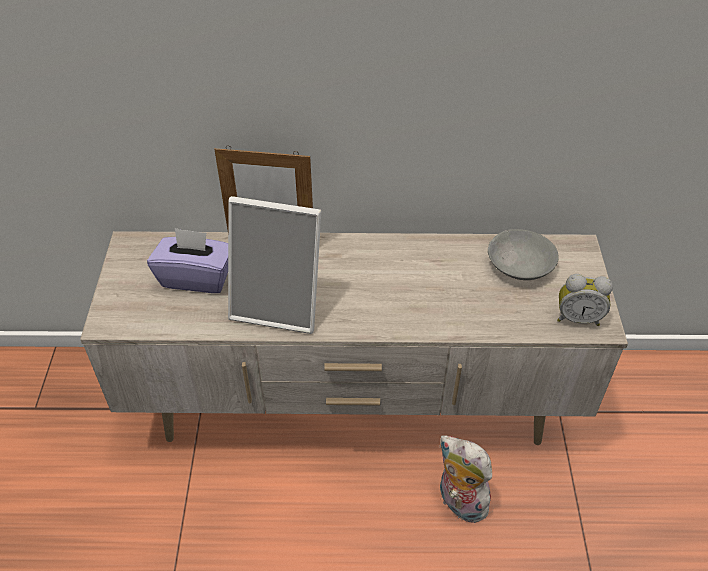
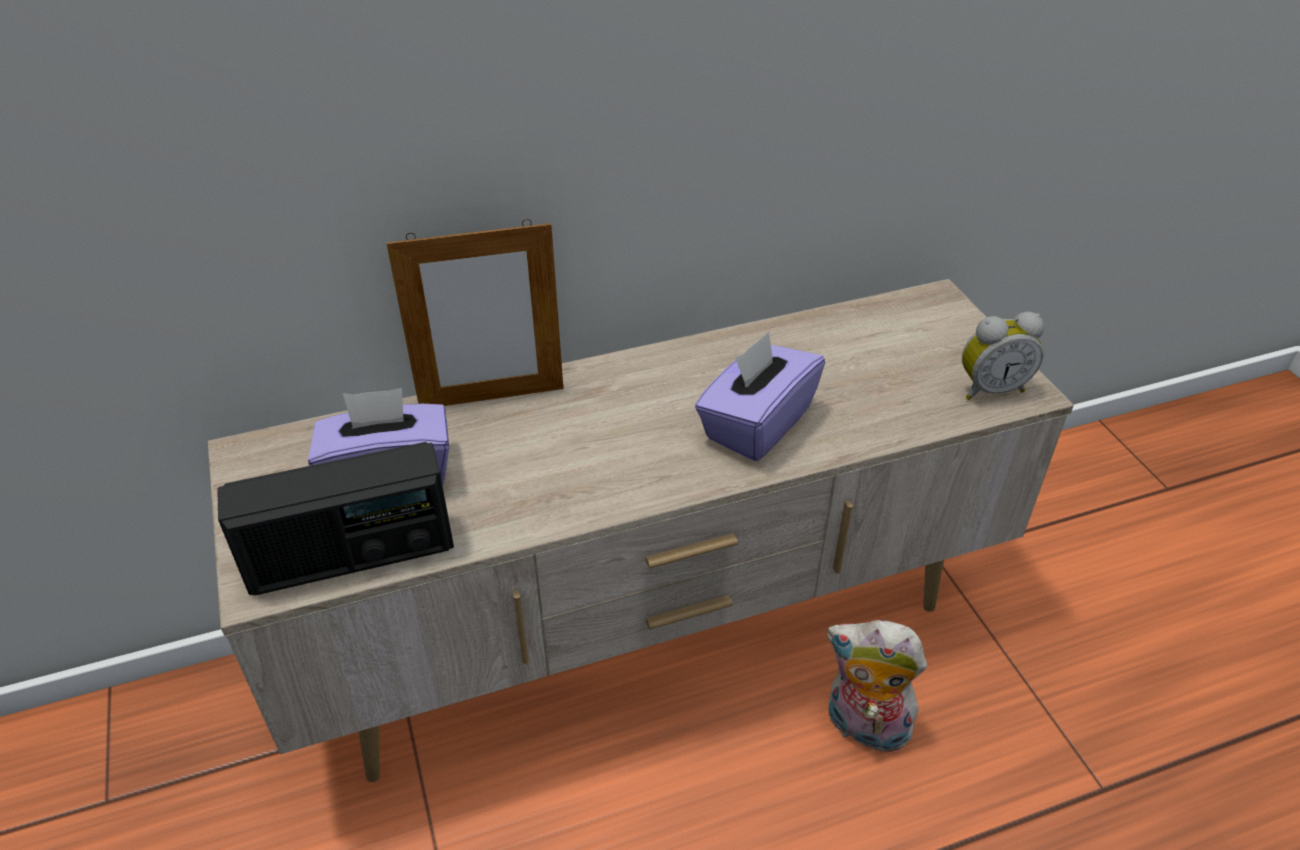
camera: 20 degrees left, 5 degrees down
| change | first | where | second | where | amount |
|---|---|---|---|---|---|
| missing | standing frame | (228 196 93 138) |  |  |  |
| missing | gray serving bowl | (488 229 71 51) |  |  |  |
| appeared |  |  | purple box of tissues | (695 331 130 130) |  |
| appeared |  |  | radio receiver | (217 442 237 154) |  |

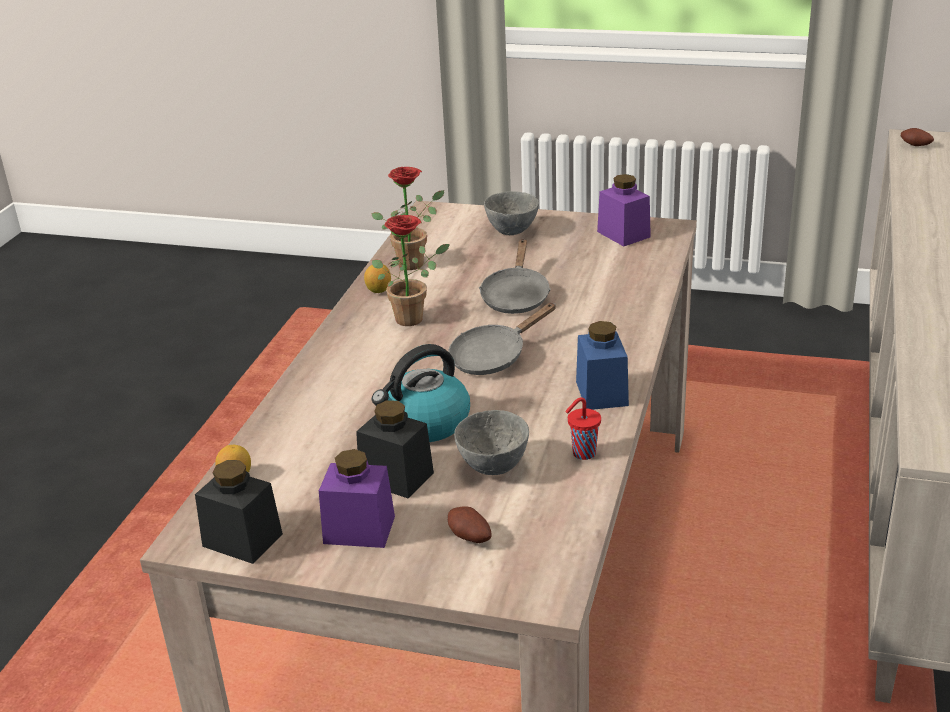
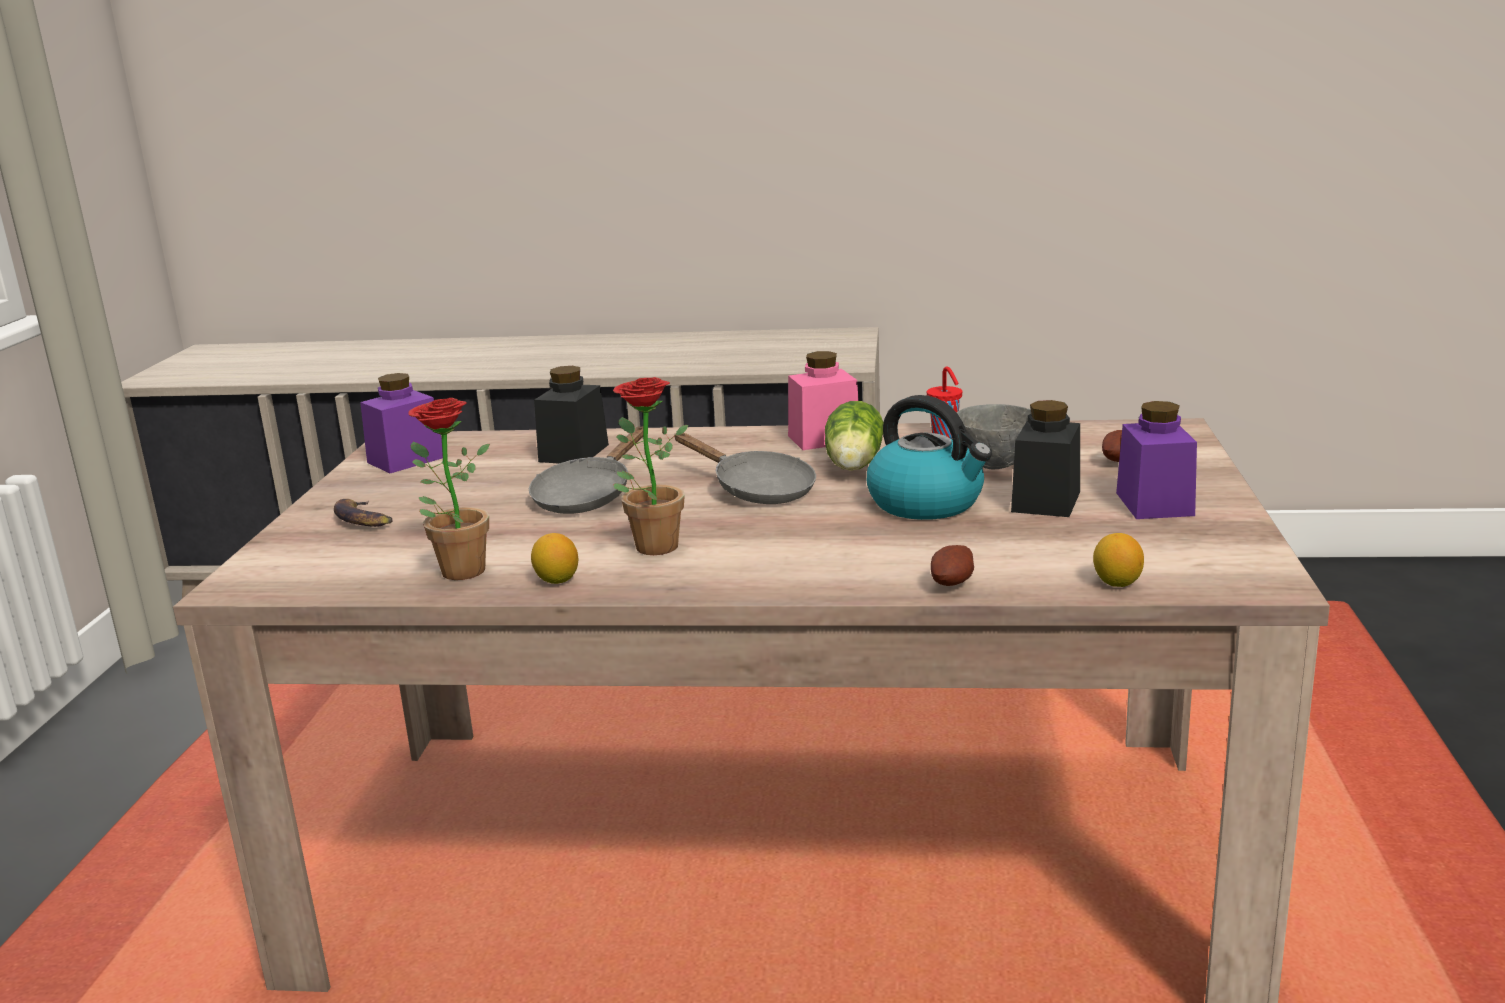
camera: 100 degrees left, 10 degrees down
| change | first | where | second | where | amount |
|---|---|---|---|---|---|
| relocated | whole potato | (901 128 33 18) |  | (931 545 43 41) |  |
| exchanged | gray serving bowl | (484 191 55 44) | banana | (334 499 59 28) |  |
| spun | gray pan | (479 239 72 75) |  | (529 426 114 88) | 120 degrees clockwise |
| colour | bluish jar | (576 321 53 89) | pink-coloured jar | (788 351 71 99) |  |
| relocated | blackish jar | (195 460 88 104) |  | (534 366 75 97) |  |
| appeared |  |  | head of lettuce | (825 401 59 70) |  |

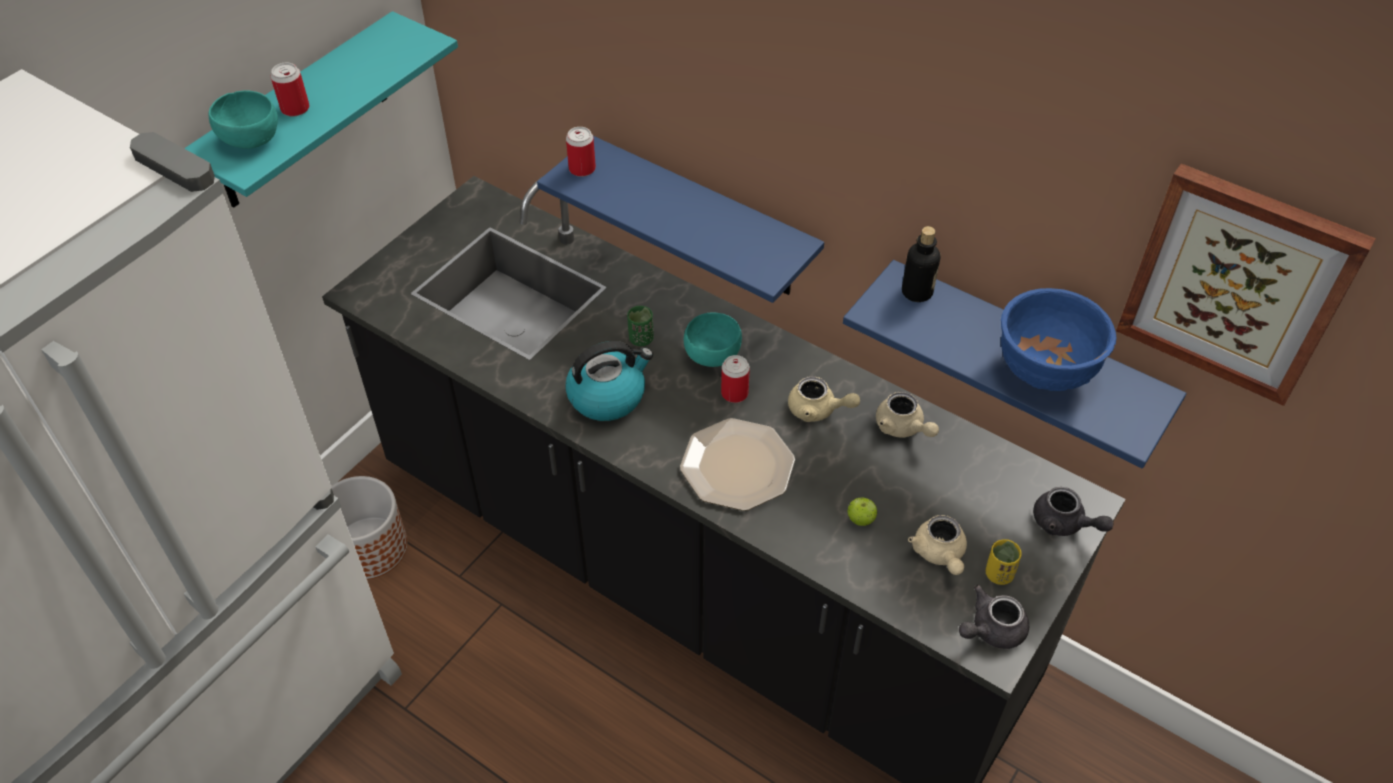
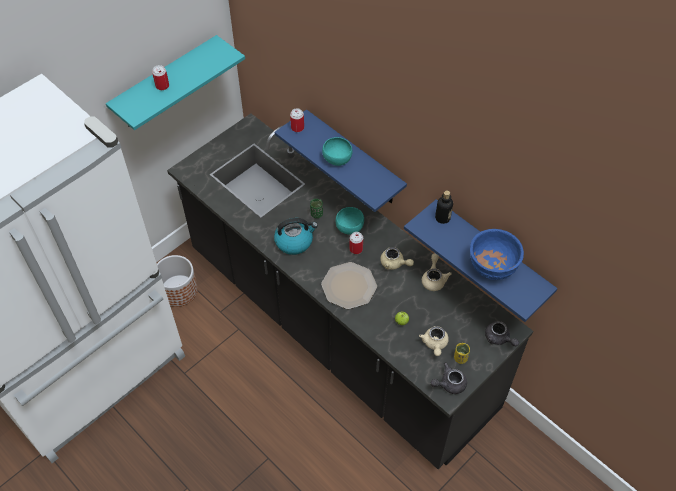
camera: 10 degrees right, 5 degrees up
| change | first | where | second | where | amount |
|---|---|---|---|---|---|
| relocated | blue-green serving bowl | (209 90 69 59) |  | (322 137 31 29) |  |
| missing | wall picture | (1116 164 260 242) |  |  |  |
| spun | sand-coloured teapot | (876 392 63 45) |  | (422 254 30 37) | 150 degrees counterclockwise |

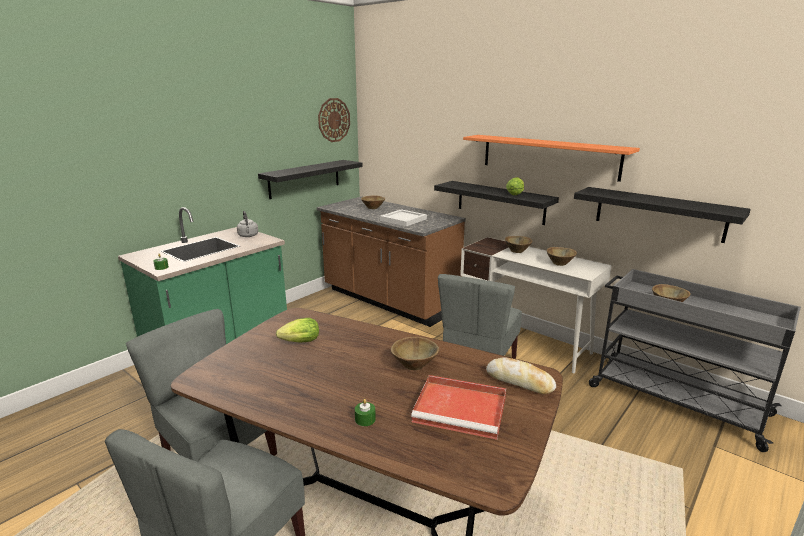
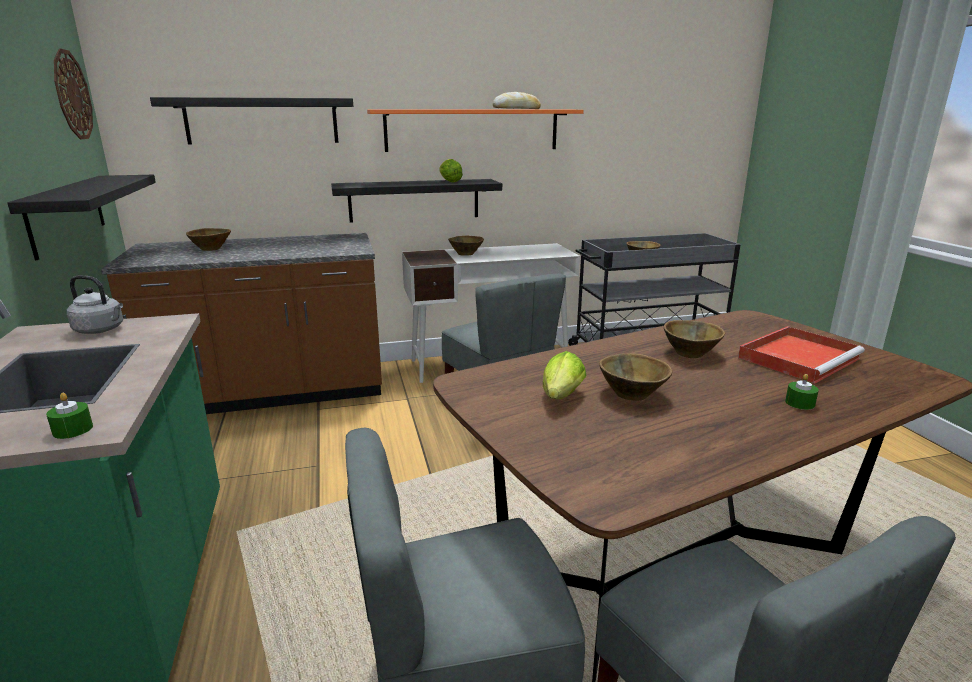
camera: 55 degrees left, 0 degrees up
| change | first | where | second | where | amount |
|---|---|---|---|---|---|
| relocated | blackish wall shelf | (574 187 177 56) |  | (150 97 203 47) |  |
| missing | white tray | (380 209 47 17) |  |  |  |
| relocated | brown serving bowl | (547 247 30 19) |  | (599 353 73 48) |  |
| relocated | baked bread | (486 357 70 37) |  | (493 92 48 17) |  |

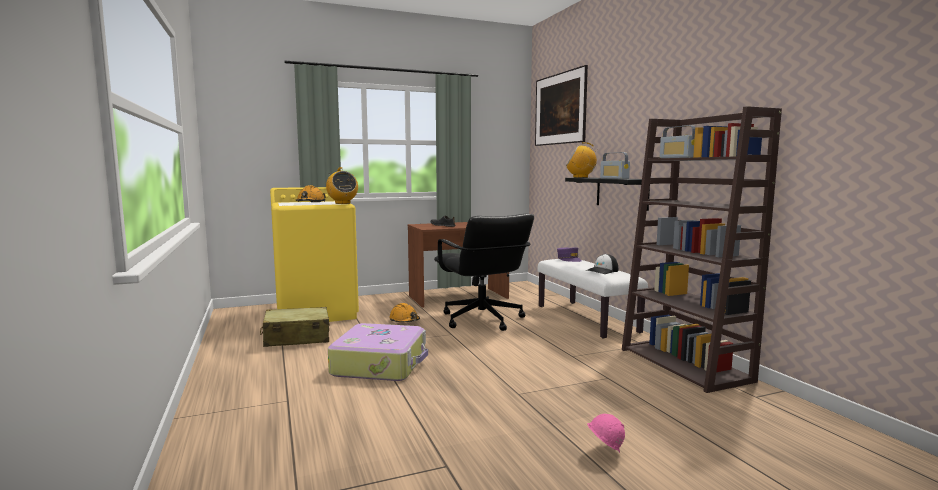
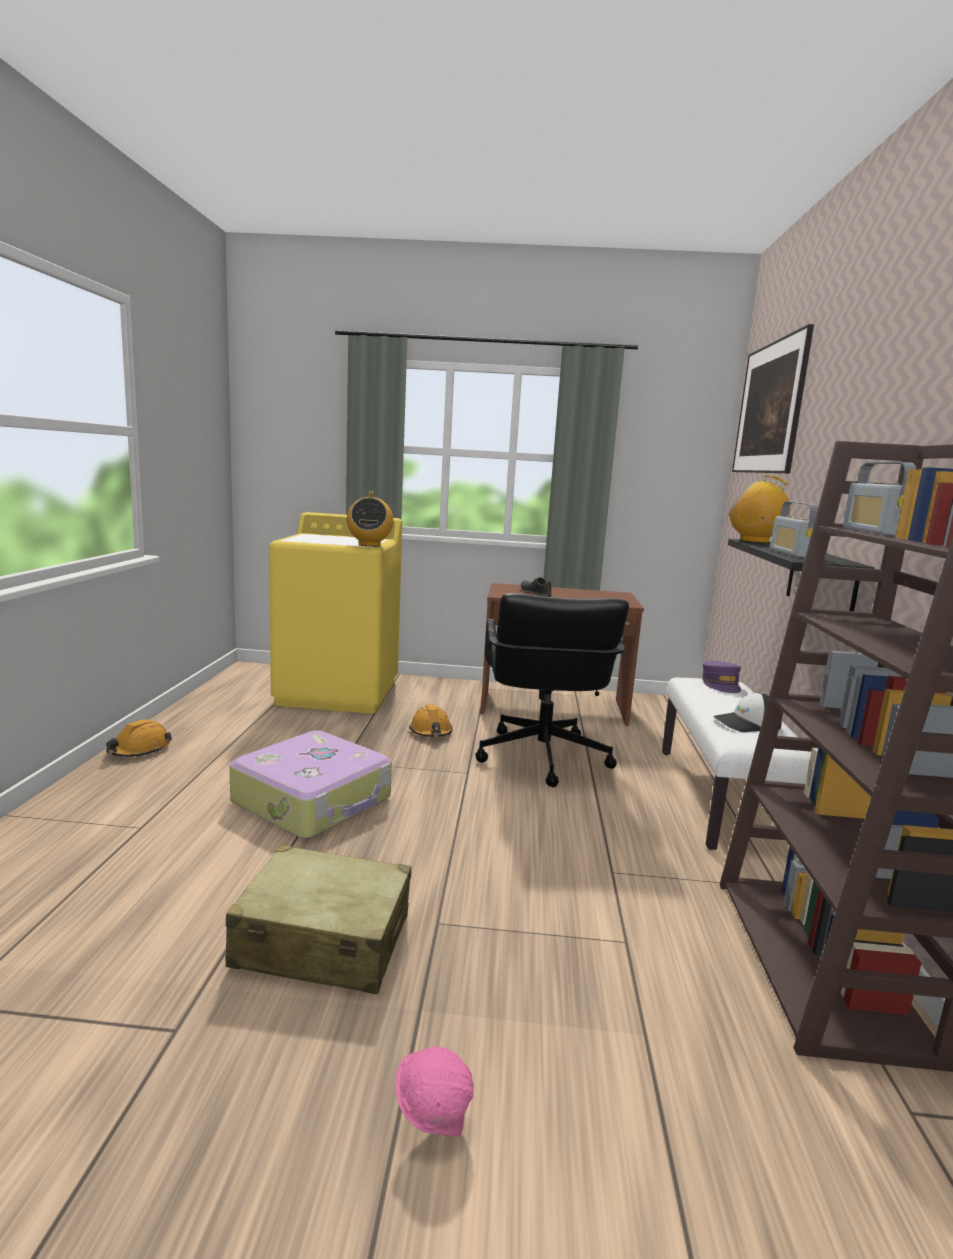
camera: 25 degrees right, 5 degrees up
| change | first | where | second | where | amount |
|---|---|---|---|---|---|
| relocated | orangey work helmet | (295 185 31 17) |  | (106 720 66 37) |  |
| relocated | sand-coloured travel case | (260 307 70 40) |  | (226 845 185 149) |  |

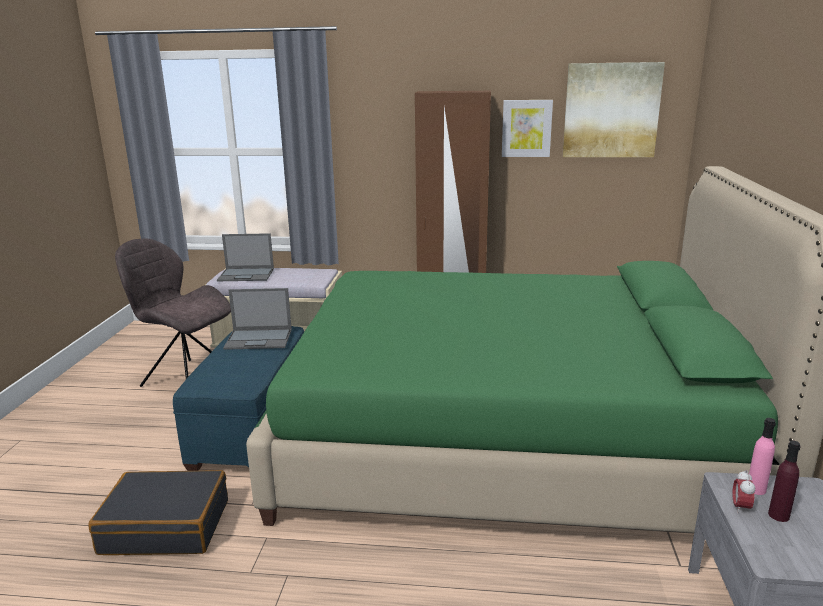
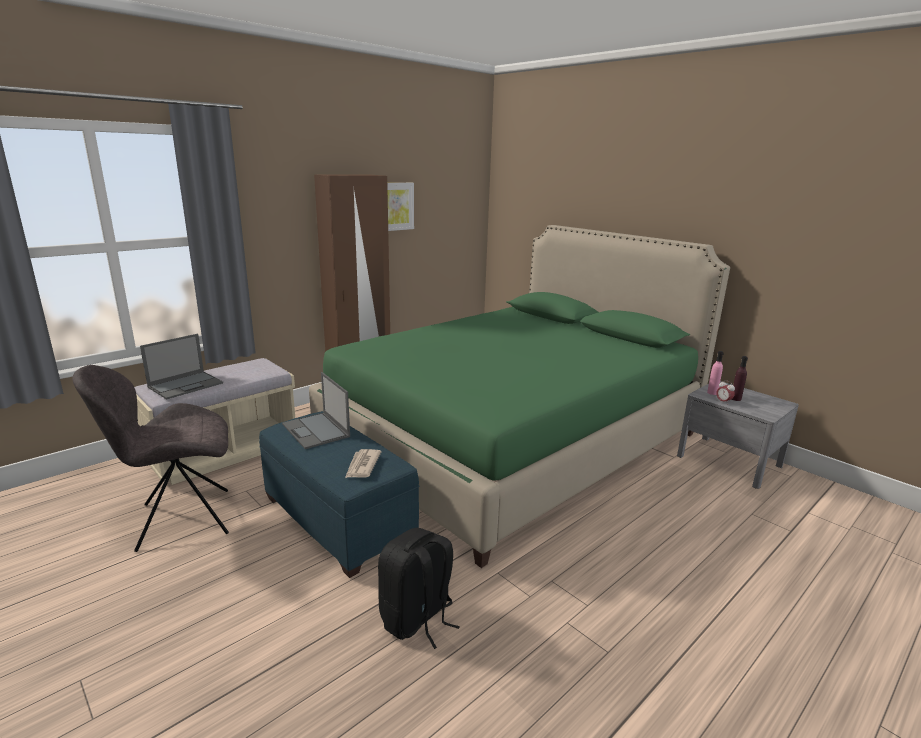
camera: 50 degrees left, 0 degrees up
| change | first | where | second | where | amount |
|---|---|---|---|---|---|
| missing | wall picture | (562 62 103 95) |  |  |  |
| spun | portable computer | (223 288 69 62) |  | (282 372 68 77) | 105 degrees clockwise |
| exchanged | blackish travel case | (88 470 140 85) | blackish rucksack | (378 528 82 121) |  |
| appeared |  |  | daily paper | (345 449 37 29) |  |

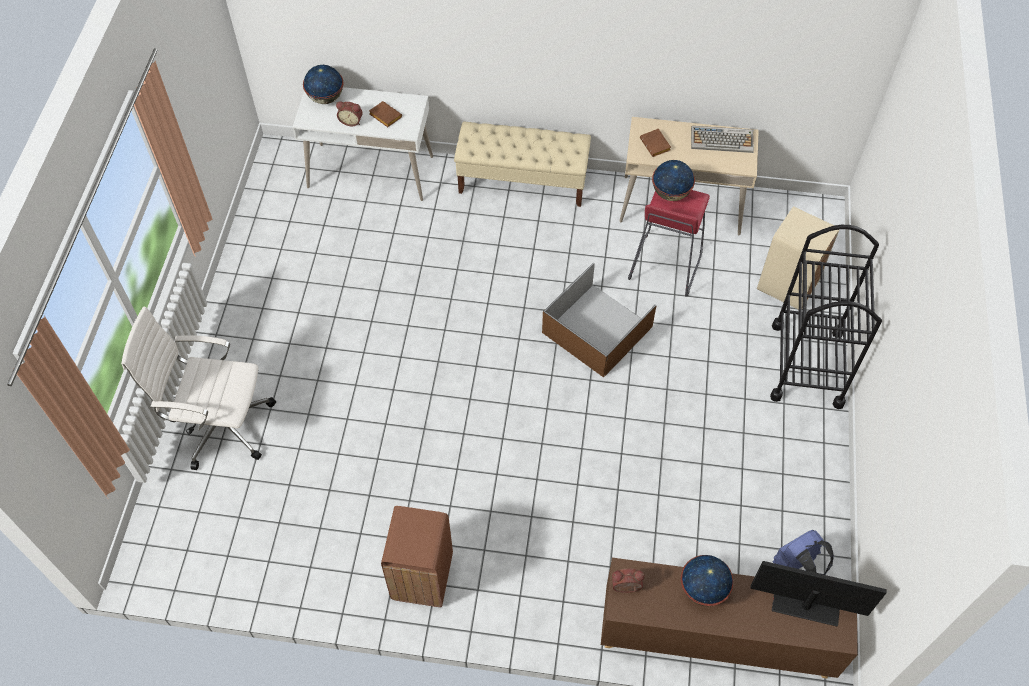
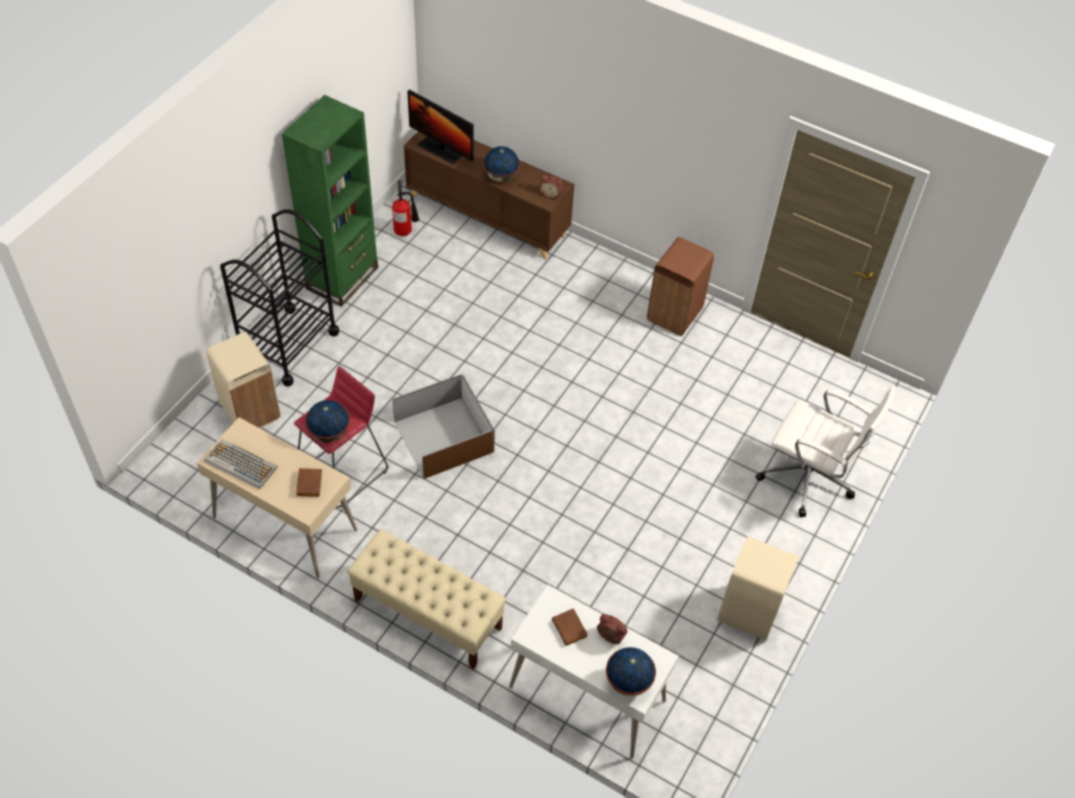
camera: 160 degrees left, 5 degrees down
| change | first | where | second | where | amount |
|---|---|---|---|---|---|
| exchanged | bluish rucksack | (773 530 61 45) | fire-fighting cylinder | (392 180 27 56) |  |
| appeared |  |  | greenish bookcase | (282 95 96 212) |  |
| appeared |  |  | sand-coloured waste bin | (717 536 82 105) |  |

